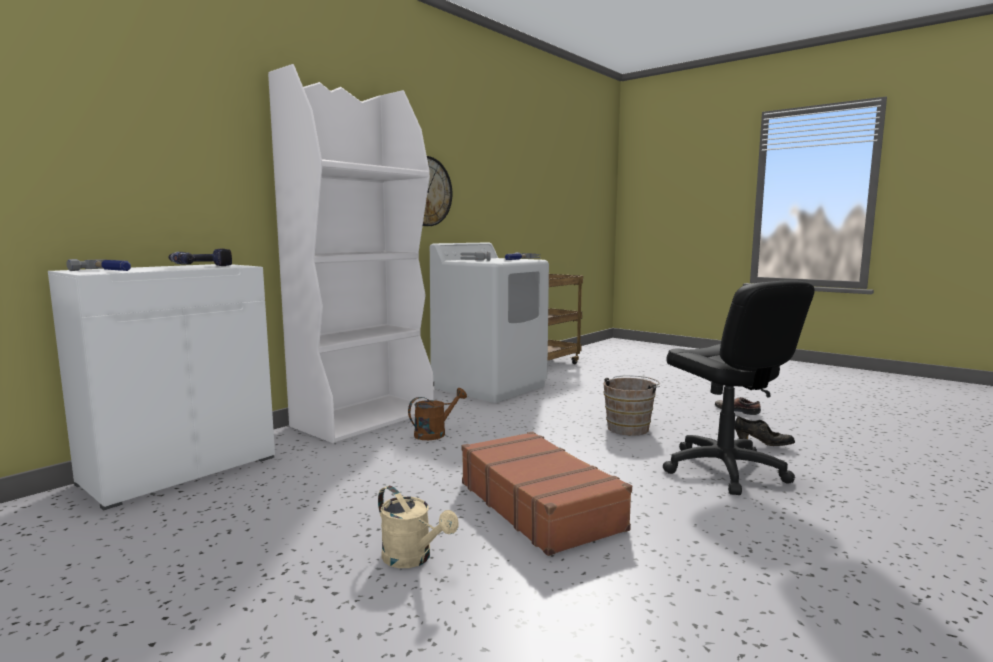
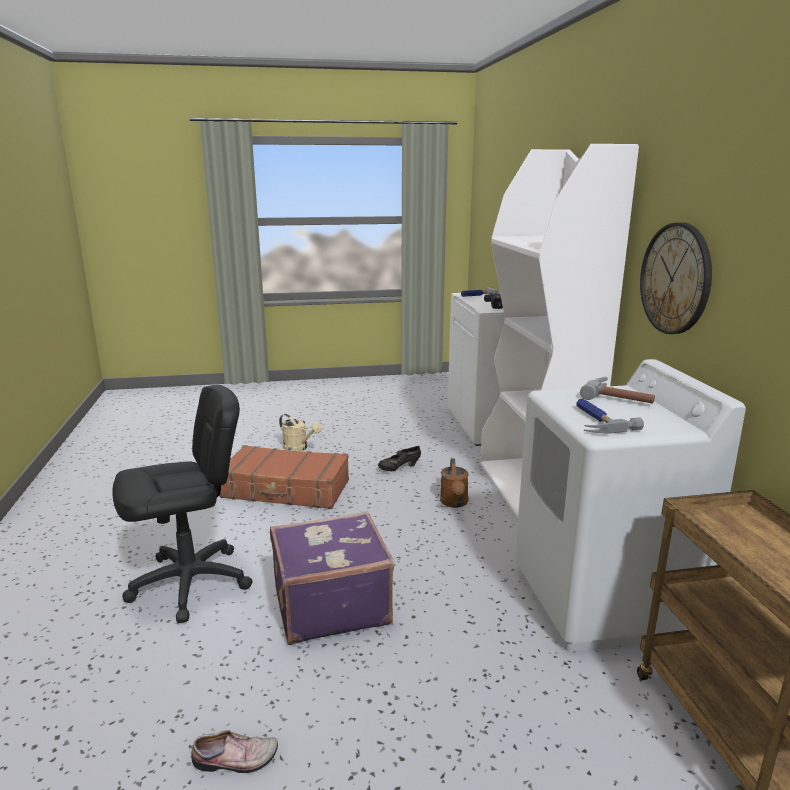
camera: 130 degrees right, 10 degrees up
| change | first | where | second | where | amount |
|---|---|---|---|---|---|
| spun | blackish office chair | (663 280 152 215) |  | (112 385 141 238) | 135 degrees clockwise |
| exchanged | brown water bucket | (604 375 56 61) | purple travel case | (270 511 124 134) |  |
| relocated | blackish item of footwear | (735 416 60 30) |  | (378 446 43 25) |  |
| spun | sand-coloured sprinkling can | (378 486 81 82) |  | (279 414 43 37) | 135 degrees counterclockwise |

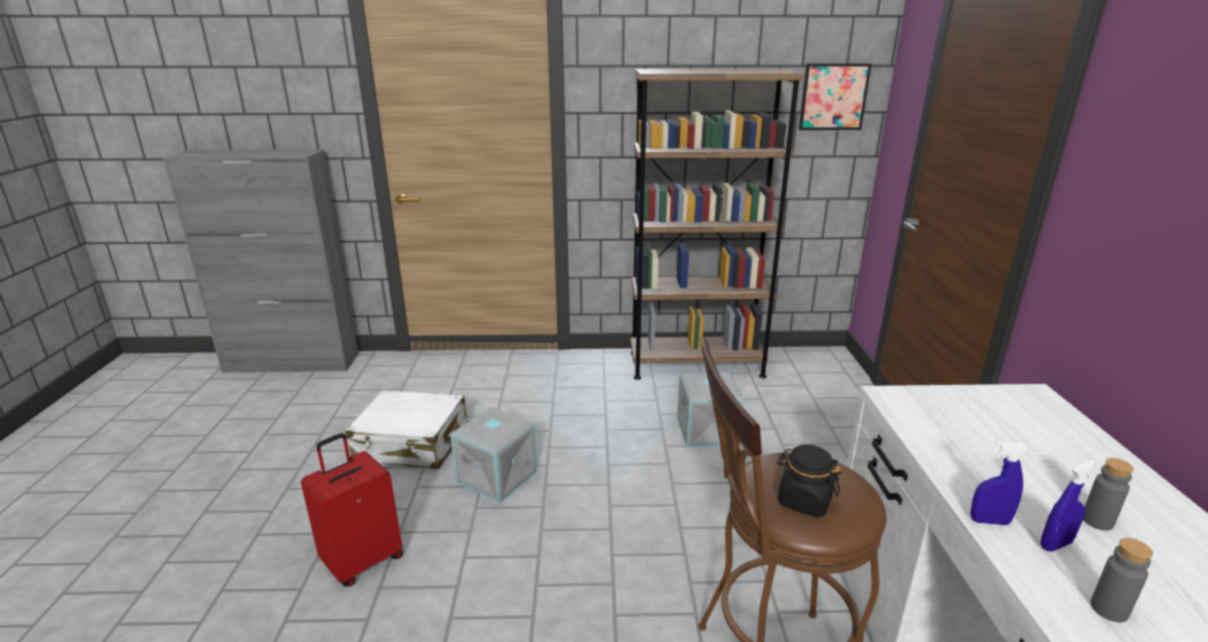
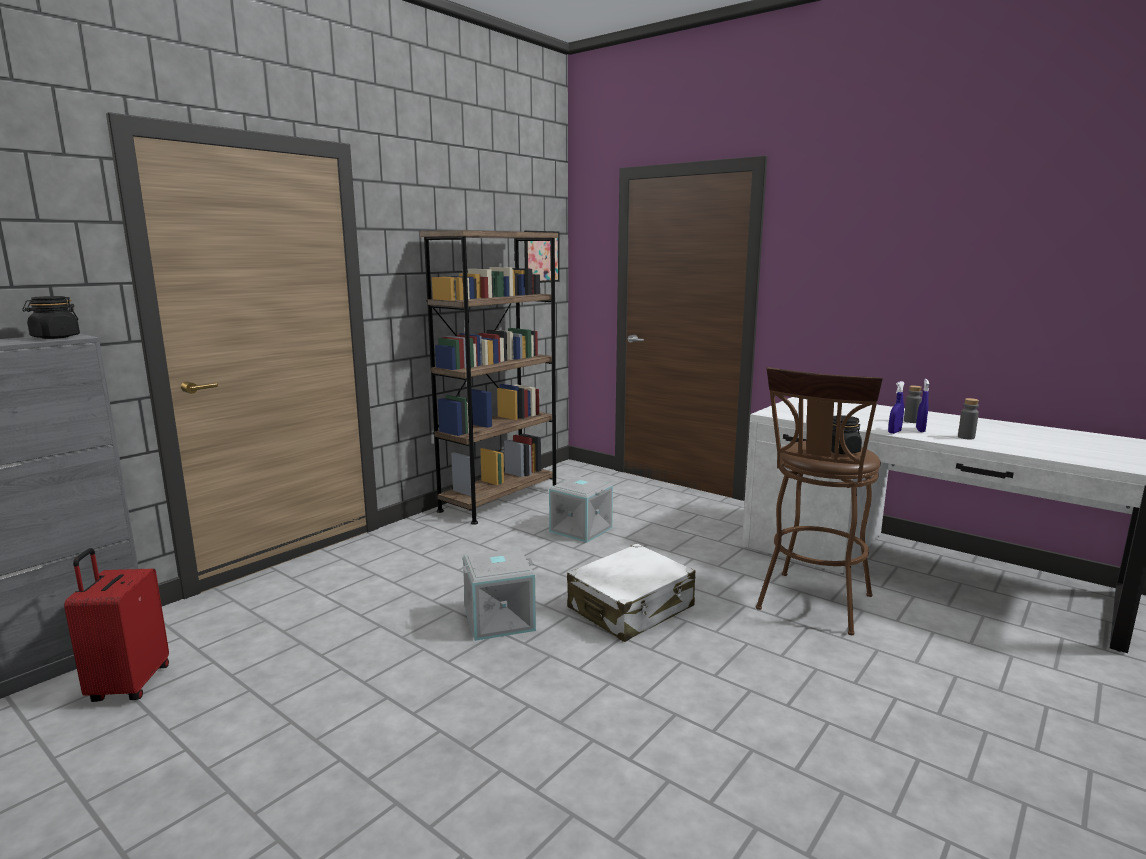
camera: 50 degrees left, 10 degrees down
| change | first | where | second | where | amount |
|---|---|---|---|---|---|
| relocated | white travel case | (345 390 123 79) |  | (567 544 128 98) |  |
| relocated | red travel case | (301 433 102 154) |  | (64 548 105 154) |  |
| appeared |  |  | blackish jar | (22 296 58 43) |  |

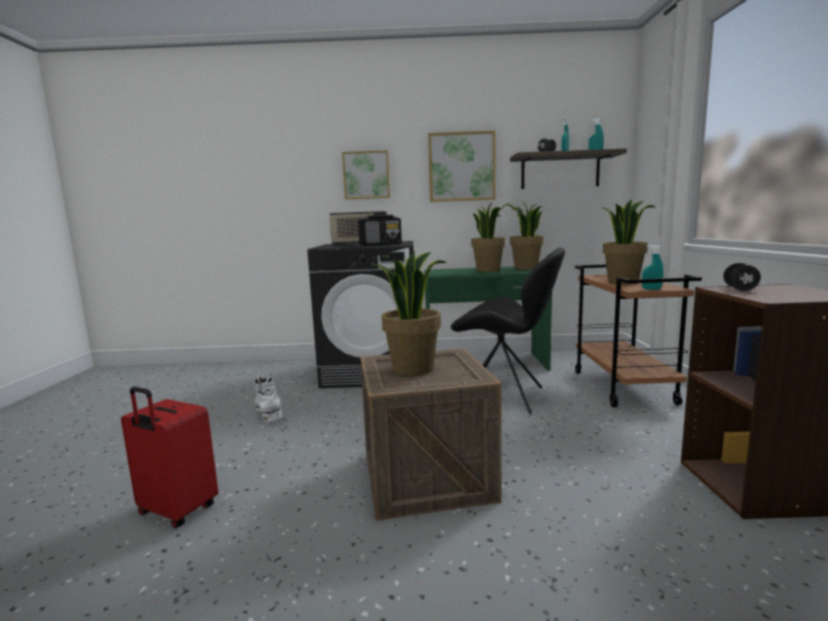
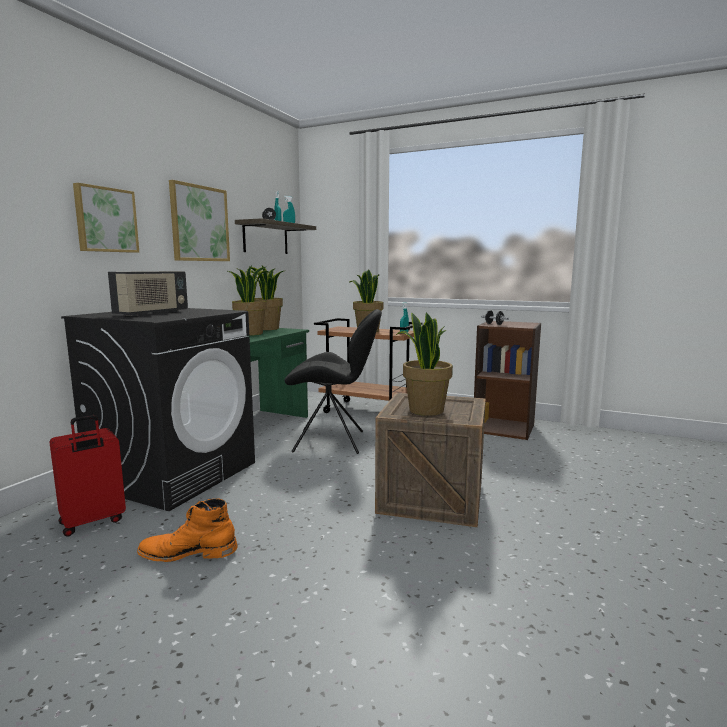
camera: 65 degrees left, 0 degrees up
| change | first | where | second | where | amount |
|---|---|---|---|---|---|
| missing | radio receiver | (358 215 44 31) |  |  |  |
| spun | blackish upright chair | (451 247 114 167) |  | (285 309 97 145) | 45 degrees clockwise |
| colour | white tall boot | (254 377 29 45) | orangey tall boot | (137 498 100 64) |  |
| relocated | red travel case | (121 387 97 141) |  | (49 415 77 122) |  |

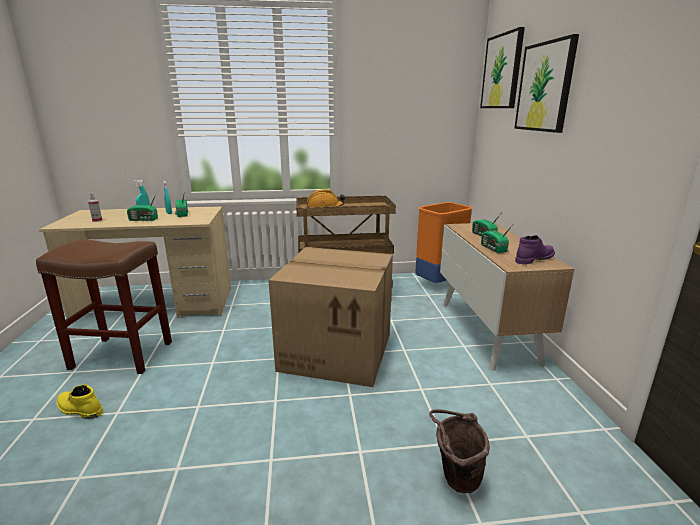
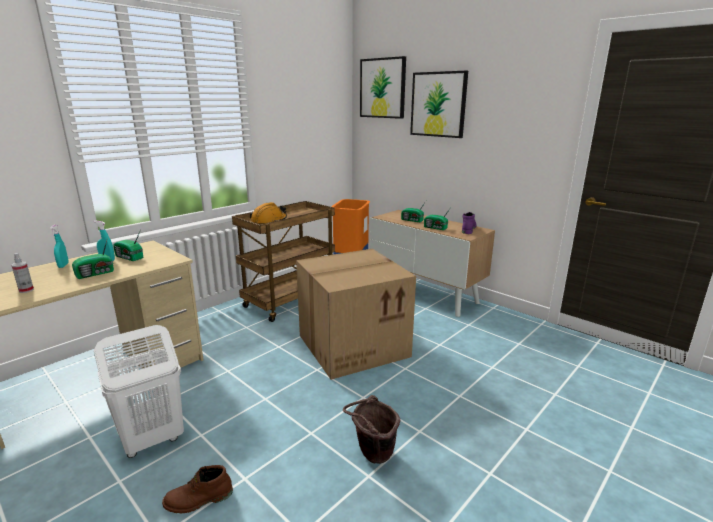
camera: 40 degrees left, 0 degrees up
| change | first | where | second | where | amount |
|---|---|---|---|---|---|
| exchanged | brown sitting stool | (36 240 136 134) | white laundry basket | (94 325 90 133) |  |
| colour | yellow-coloured tall boot | (56 384 47 35) | brown tall boot | (162 465 71 48) |  |
| relocated | brown water bucket | (429 410 61 83) |  | (343 395 57 69) |  |

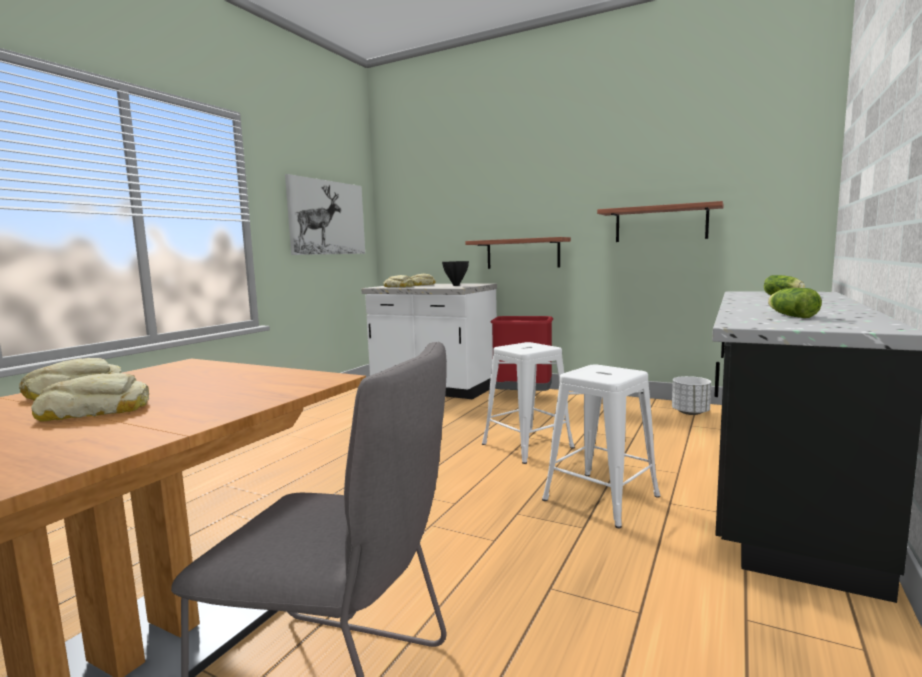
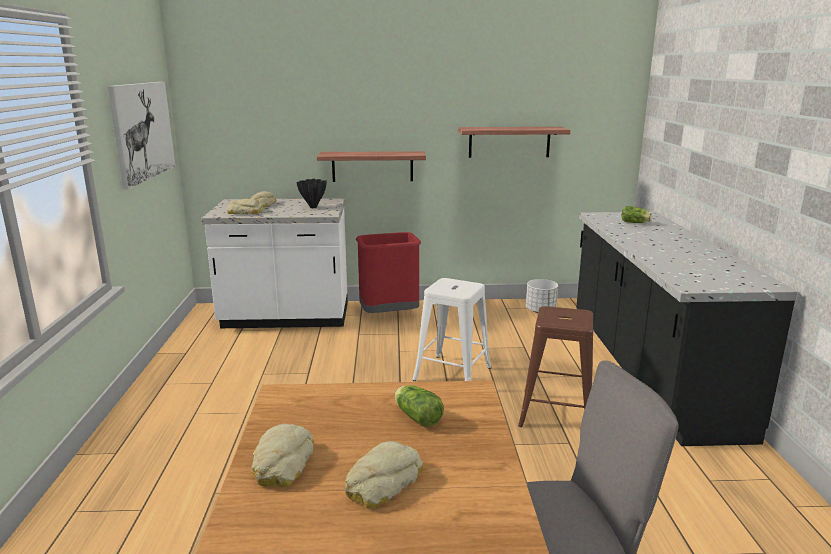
camera: 30 degrees left, 10 degrees up
| change | first | where | second | where | amount |
|---|---|---|---|---|---|
| relocated | head of lettuce | (768 288 54 30) |  | (394 385 50 42) |  |
| colour | white sitting stool | (542 365 118 163) | brown sitting stool | (518 306 75 121) |  |

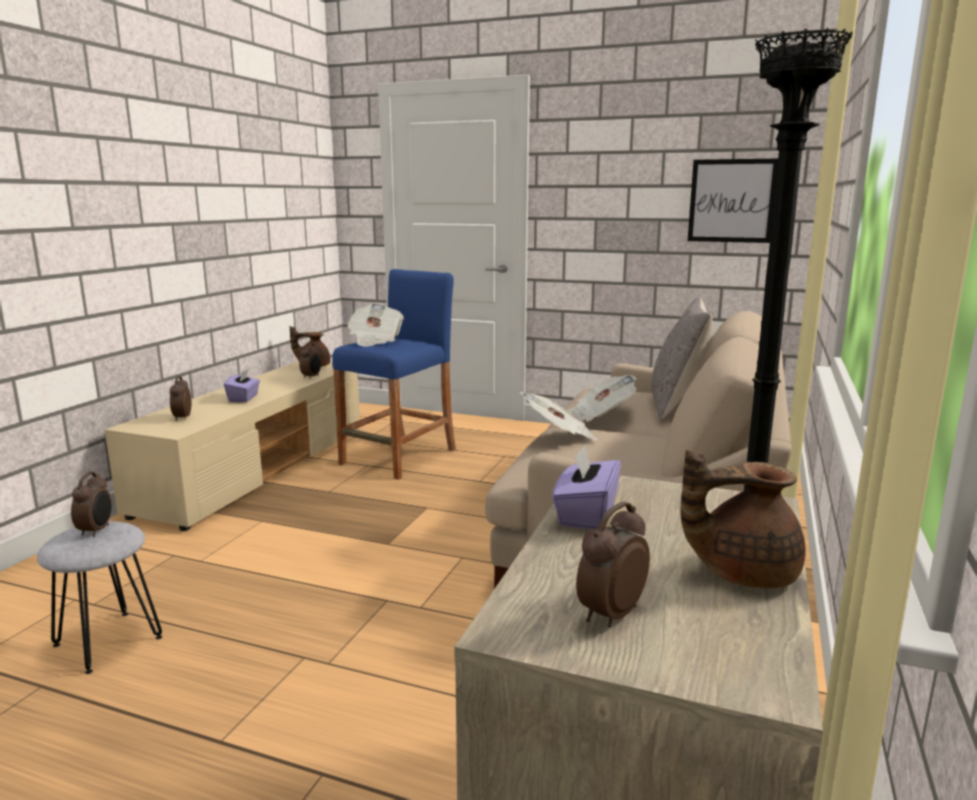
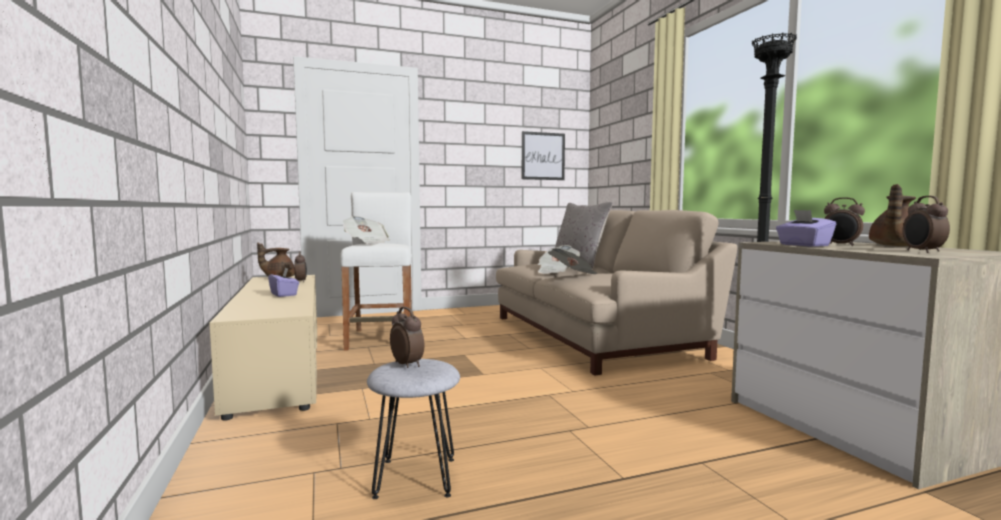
camera: 40 degrees left, 10 degrees down
| change | first | where | second | where | amount |
|---|---|---|---|---|---|
| colour | bluish sitting stool | (332 269 124 211) | white sitting stool | (340 192 72 159) |  |
| relocated | bedside clock | (170 376 22 45) |  | (824 198 41 48) |  |

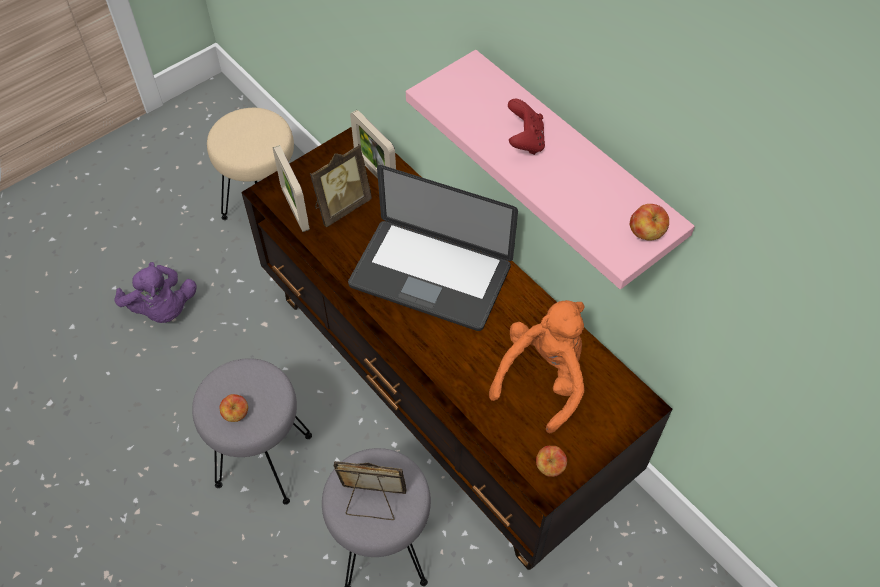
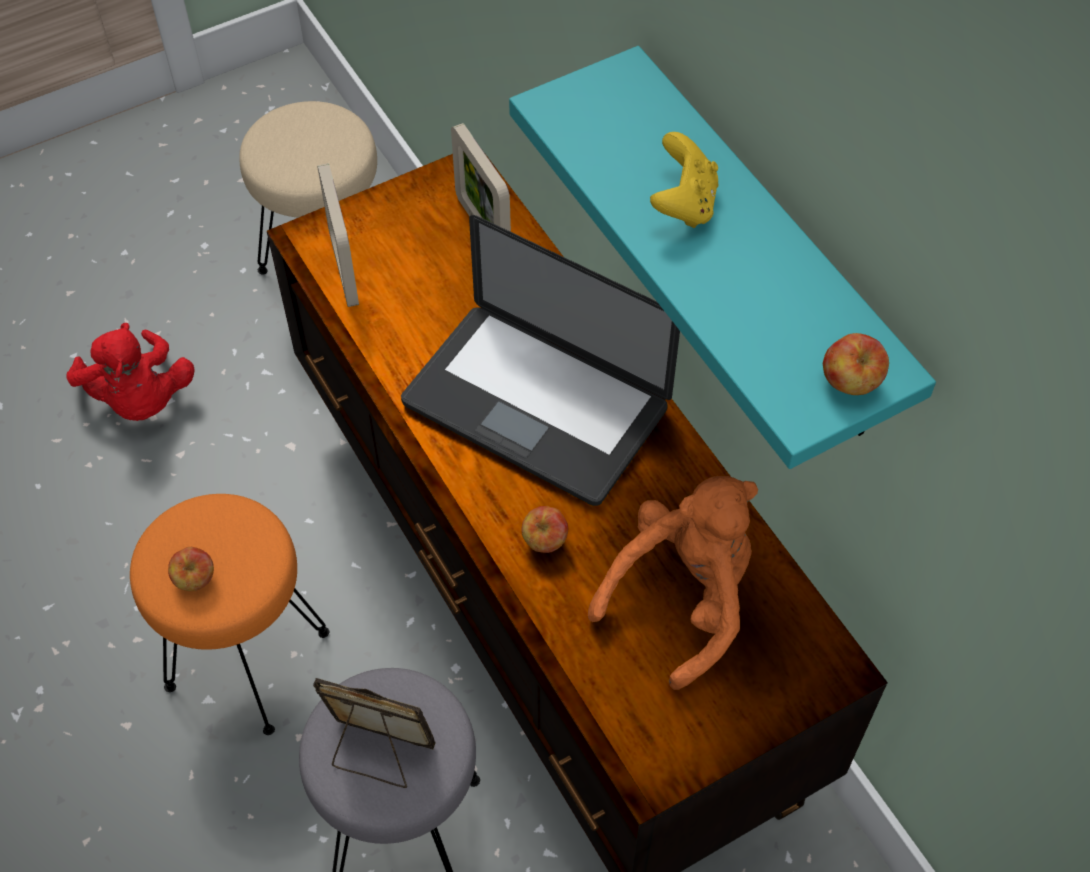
camera: 10 degrees right, 0 degrees up
| change | first | where | second | where | amount |
|---|---|---|---|---|---|
| colour | pink-coloured wall shelf | (406 50 289 239) | blue-green wall shelf | (509 46 427 423) |  |
| colour | red game controller | (508 99 37 56) | yellow-coloured game controller | (650 132 68 96) |  |
| missing | standing frame | (310 144 62 84) |  |  |  |
| colour | purple soft toy | (114 262 83 61) | red soft toy | (66 323 129 98) |  |
| colour | gray sitting stool | (192 358 120 147) | orangey sitting stool | (130 494 199 241) |  |
| relocated | apple | (536 446 31 31) |  | (522 506 46 47) |  |

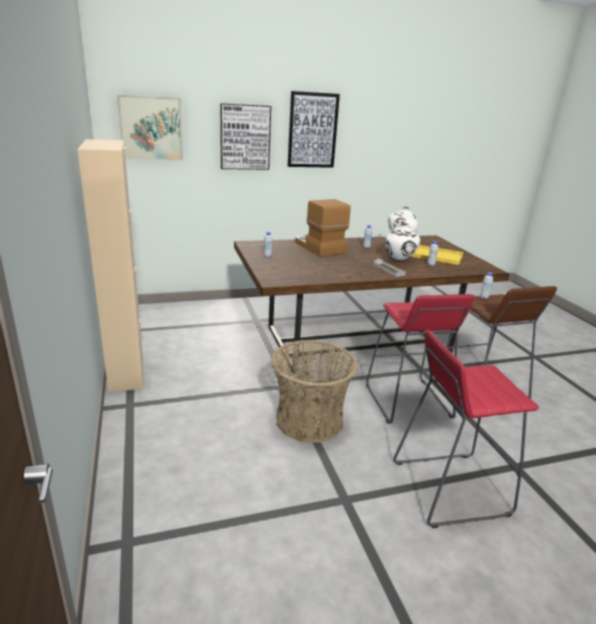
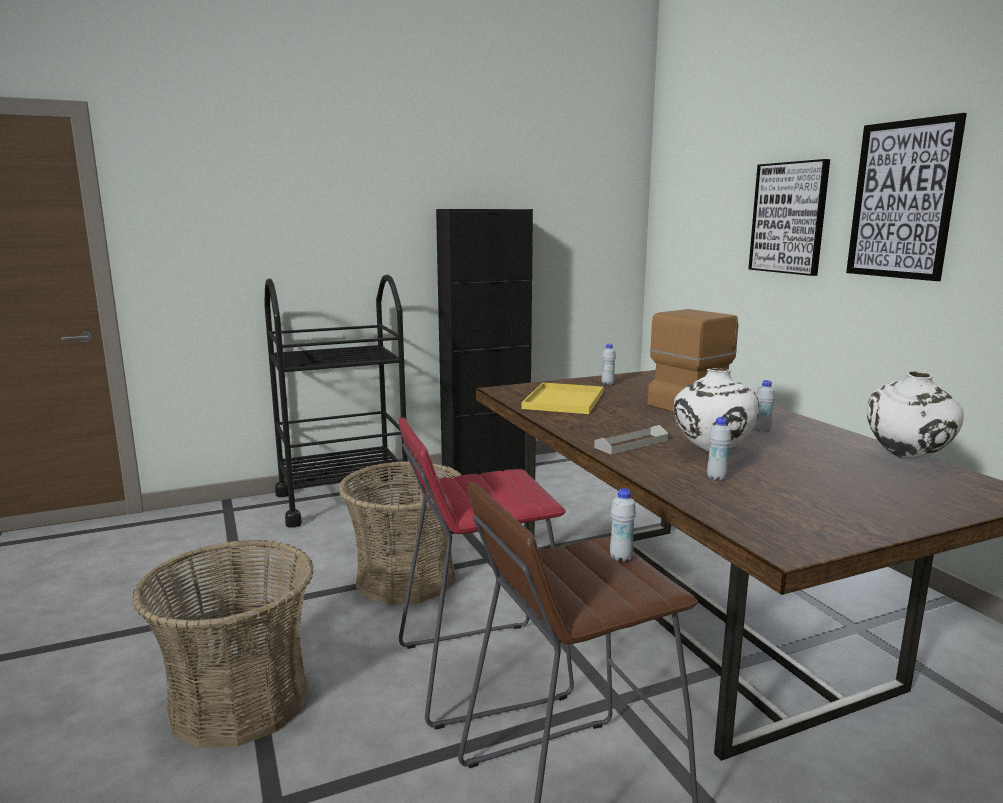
camera: 85 degrees right, 10 degrees down
| change | first | where | second | where | amount |
|---|---|---|---|---|---|
| missing | wall picture | (117 95 66 66) |  |  |  |
| colour | sand-coloured storage cabinet | (77 139 66 253) | blackish storage cabinet | (436 209 97 269) |  |
| relocated | yellow-coloured tray | (412 245 51 20) |  | (522 383 81 31) |  |
| exchanged | red sitting stool | (393 330 146 198) | storage basket | (132 540 182 208) |  |
| appeared |  |  | blackish trolley | (264 275 150 253) |  |

